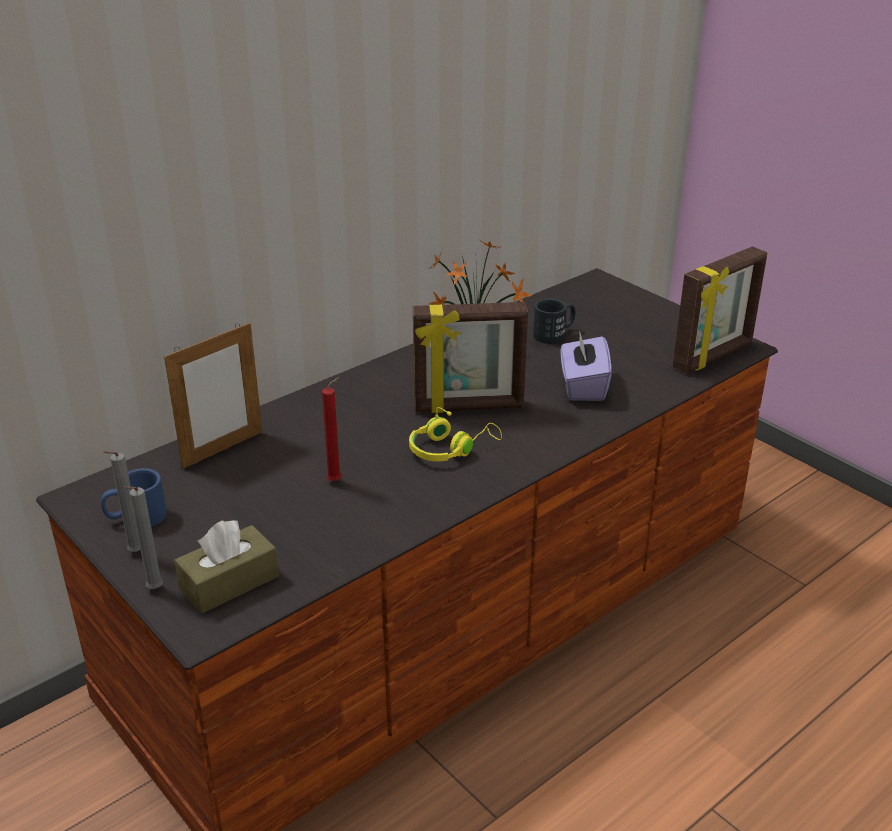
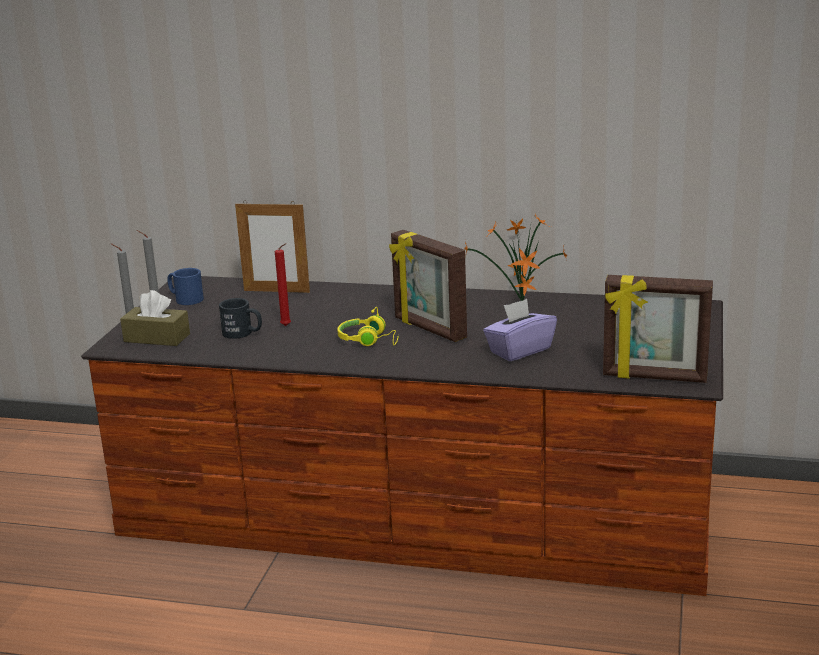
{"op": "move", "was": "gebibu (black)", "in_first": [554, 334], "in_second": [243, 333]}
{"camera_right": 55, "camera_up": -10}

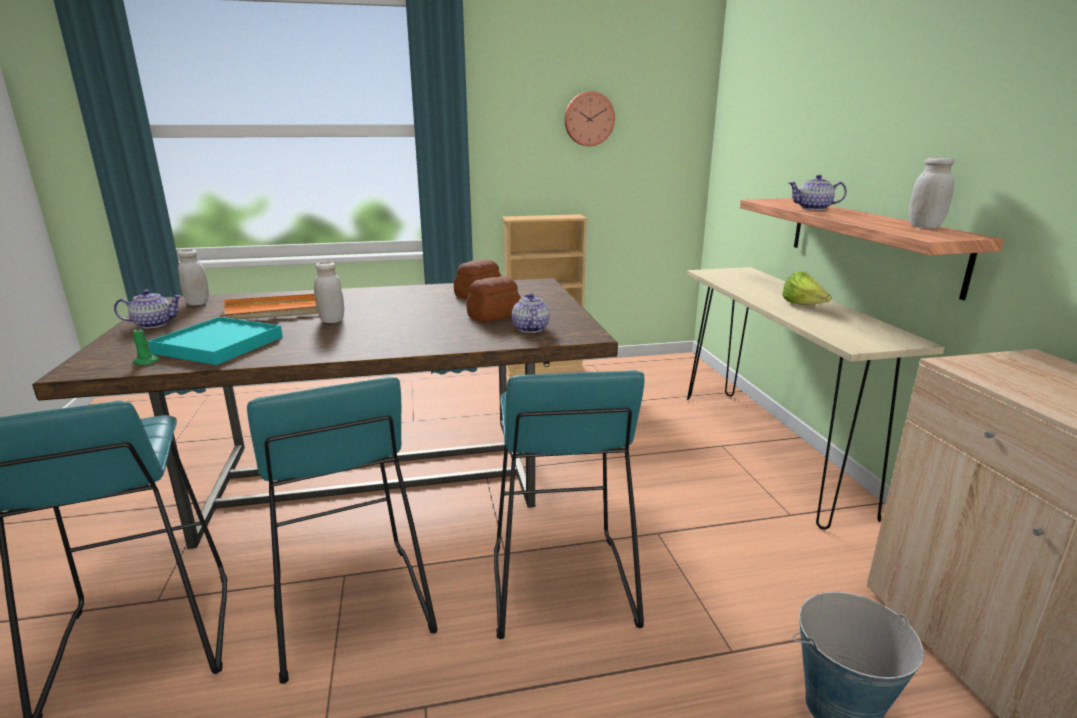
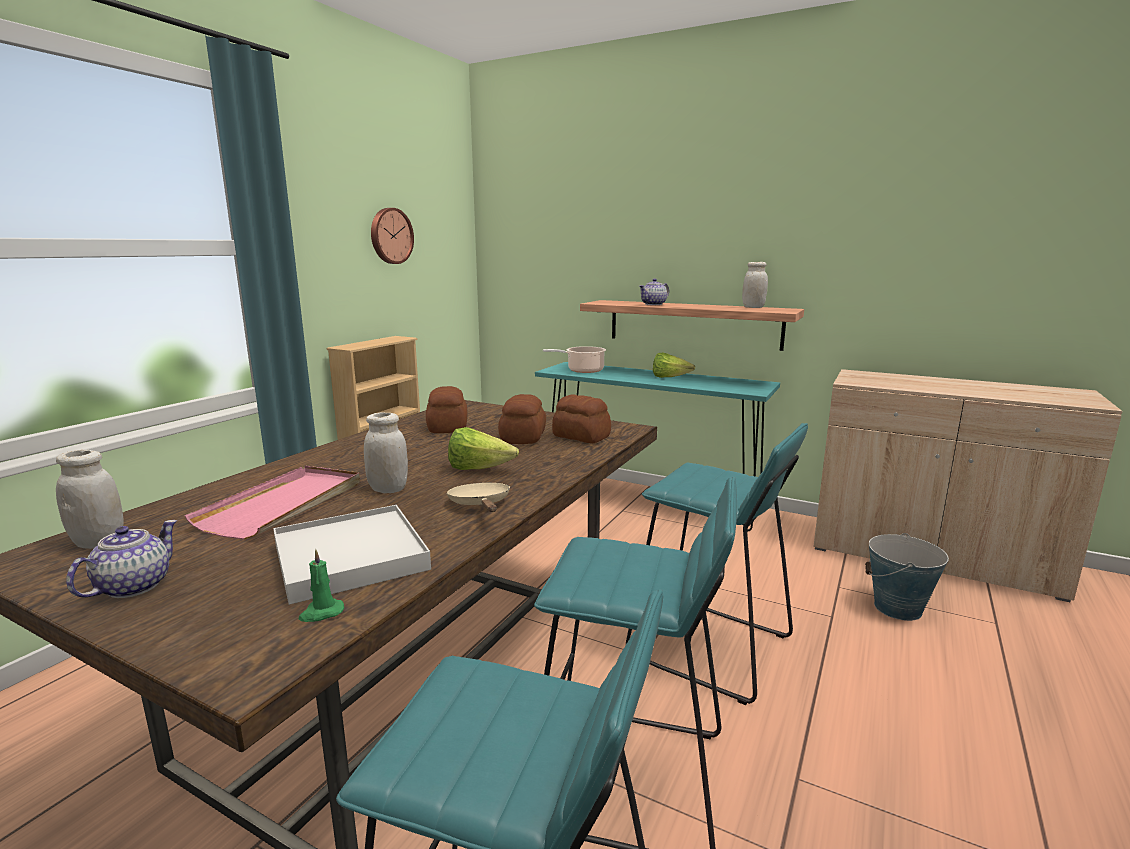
{"op": "recolor", "was": "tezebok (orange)", "now": "tezebok (pink)", "in_first": [279, 311], "in_second": [284, 505]}
{"op": "recolor", "was": "tezebok (turquoise)", "now": "tezebok (white)", "in_first": [218, 345], "in_second": [350, 557]}
{"op": "insert", "now": "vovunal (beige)", "in_second": [480, 504]}
{"op": "insert", "now": "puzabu", "in_second": [479, 469]}
{"op": "recolor", "was": "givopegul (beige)", "now": "givopegul (turquoise)", "in_first": [767, 449], "in_second": [647, 501]}
{"op": "insert", "now": "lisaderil", "in_second": [583, 370]}
{"op": "replace", "was": "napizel", "now": "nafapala", "in_first": [530, 329], "in_second": [581, 437]}
{"camera_right": -50, "camera_up": -5}

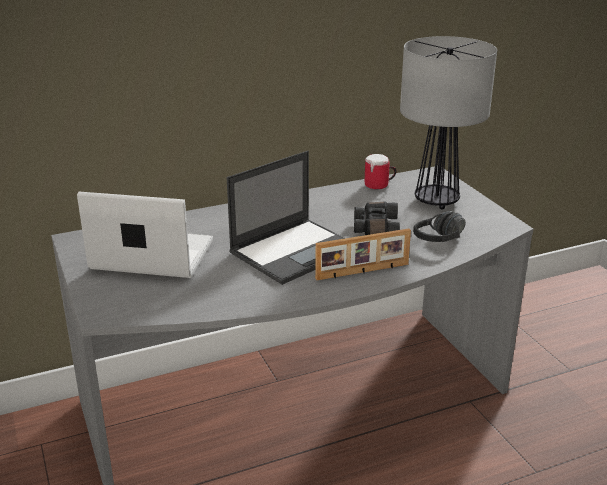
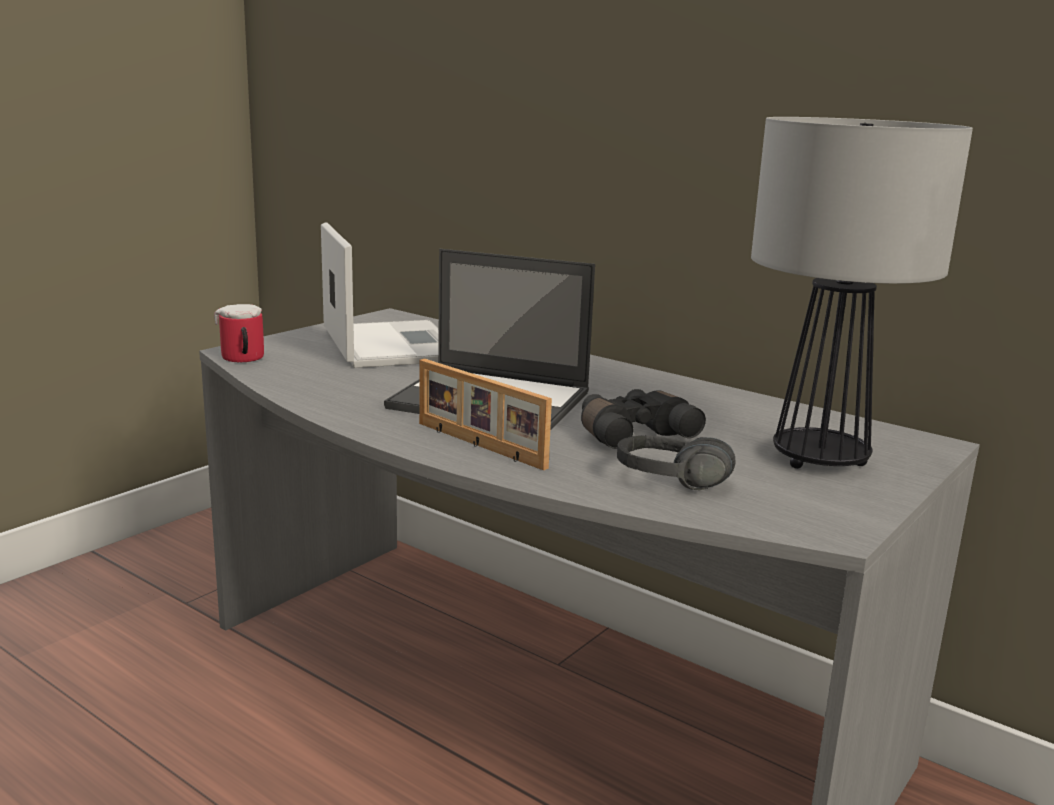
{"op": "move", "was": "gebibu", "in_first": [379, 185], "in_second": [241, 359]}
{"camera_right": 60, "camera_up": -10}

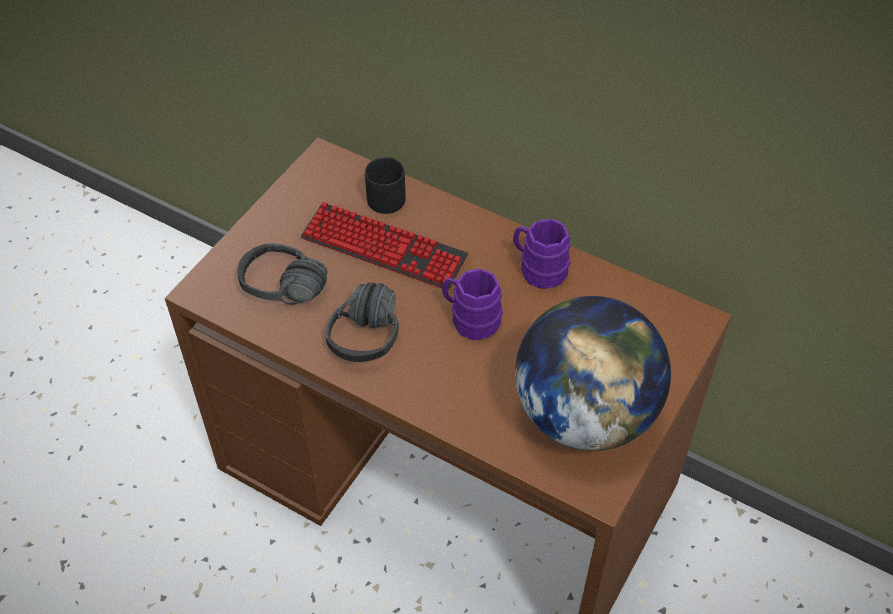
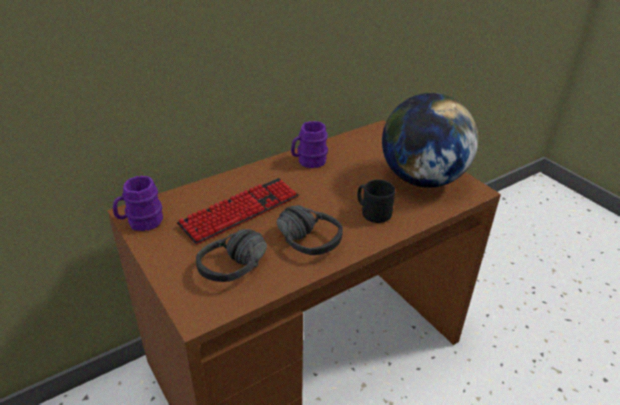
{"op": "move", "was": "gebibu (purple)", "in_first": [470, 319], "in_second": [141, 222]}
{"op": "move", "was": "gebibu (black)", "in_first": [387, 196], "in_second": [373, 212]}
{"camera_right": -65, "camera_up": -15}

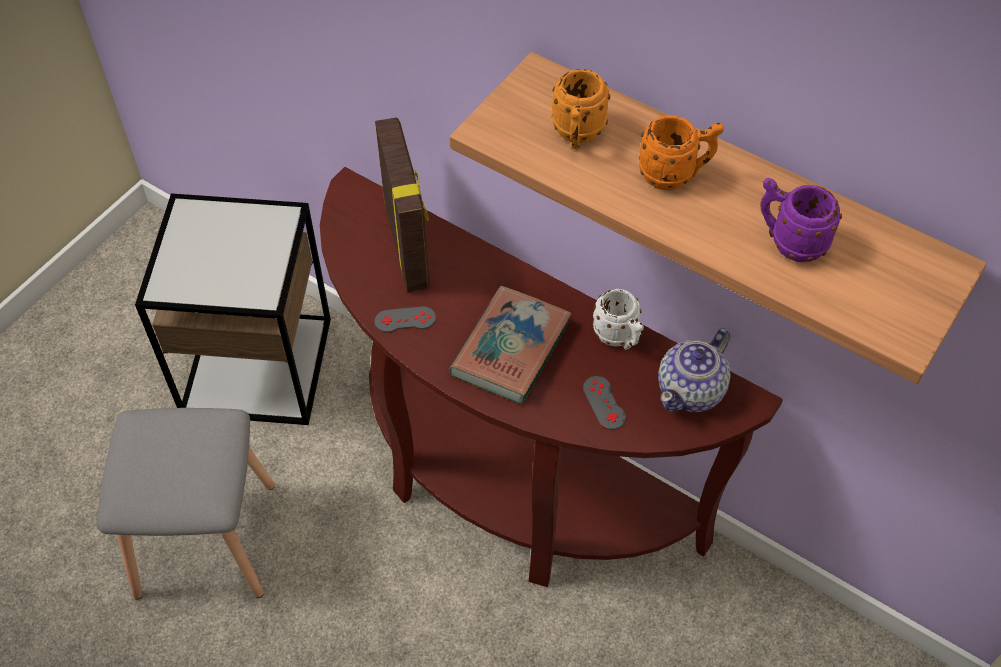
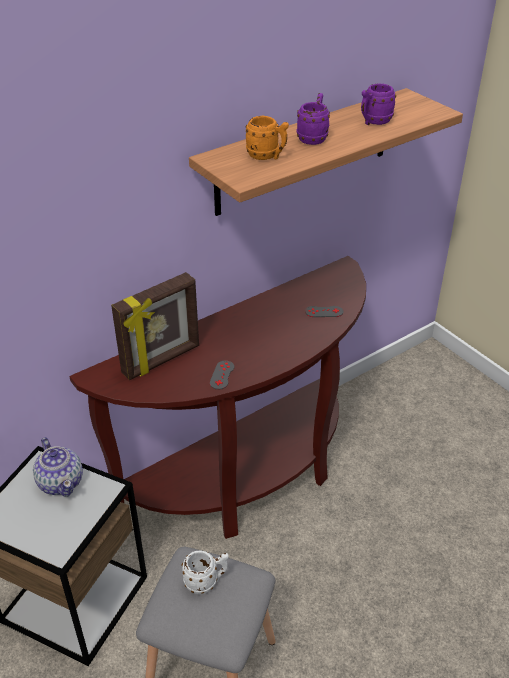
{"op": "move", "was": "napizel", "in_first": [691, 390], "in_second": [61, 481]}
{"op": "rotate", "was": "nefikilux", "in_first": [408, 245], "in_second": [162, 360], "clockwise": 135}
{"op": "move", "was": "gebibu (white)", "in_first": [619, 338], "in_second": [206, 582]}
{"op": "recolor", "was": "gebibu (orange)", "now": "gebibu (purple)", "in_first": [675, 175], "in_second": [313, 138]}
{"op": "delete", "was": "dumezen", "in_first": [510, 349]}
{"camera_right": -70, "camera_up": -15}

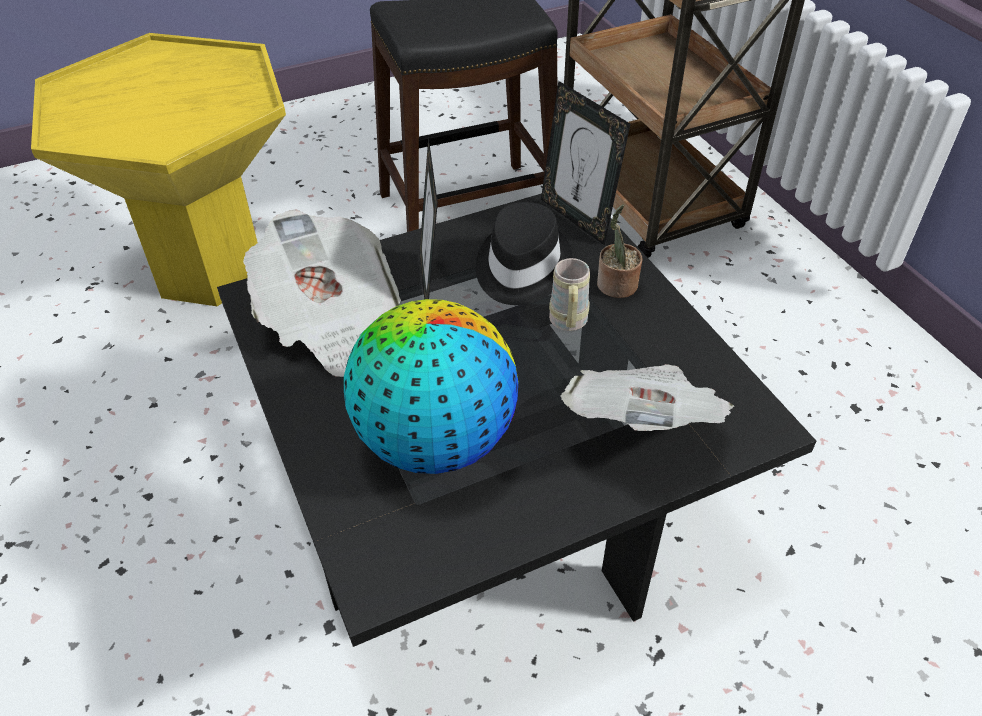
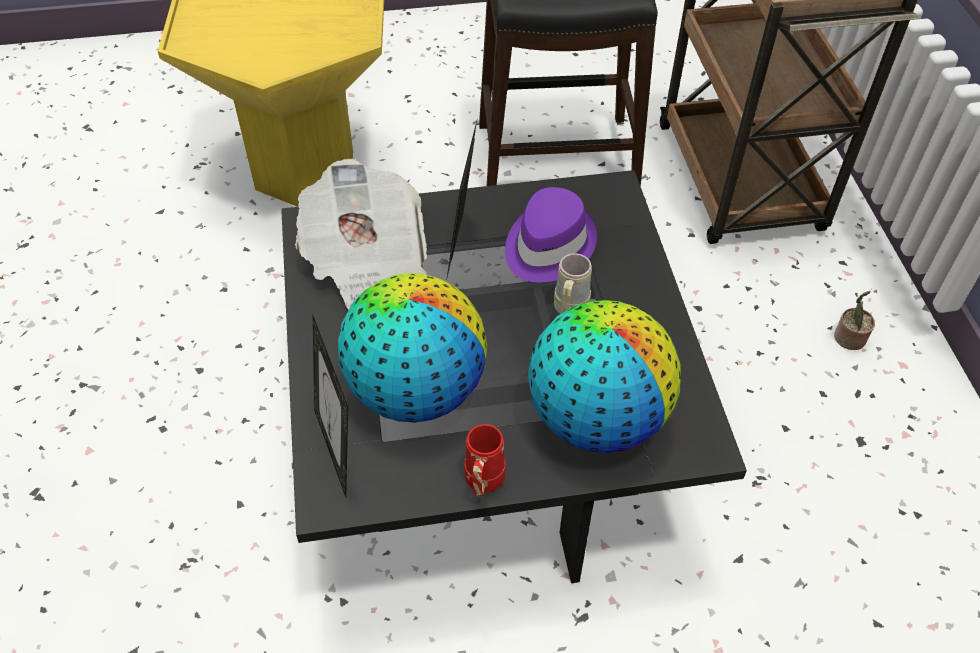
{"op": "move", "was": "nefikilux", "in_first": [577, 218], "in_second": [338, 450]}
{"op": "insert", "now": "gebibu (red)", "in_second": [482, 483]}
{"op": "recolor", "was": "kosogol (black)", "now": "kosogol (purple)", "in_first": [521, 267], "in_second": [547, 246]}
{"op": "replace", "was": "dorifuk", "now": "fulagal", "in_first": [641, 423], "in_second": [597, 417]}
{"op": "move", "was": "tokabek", "in_first": [616, 286], "in_second": [848, 339]}
{"camera_right": 15, "camera_up": 5}

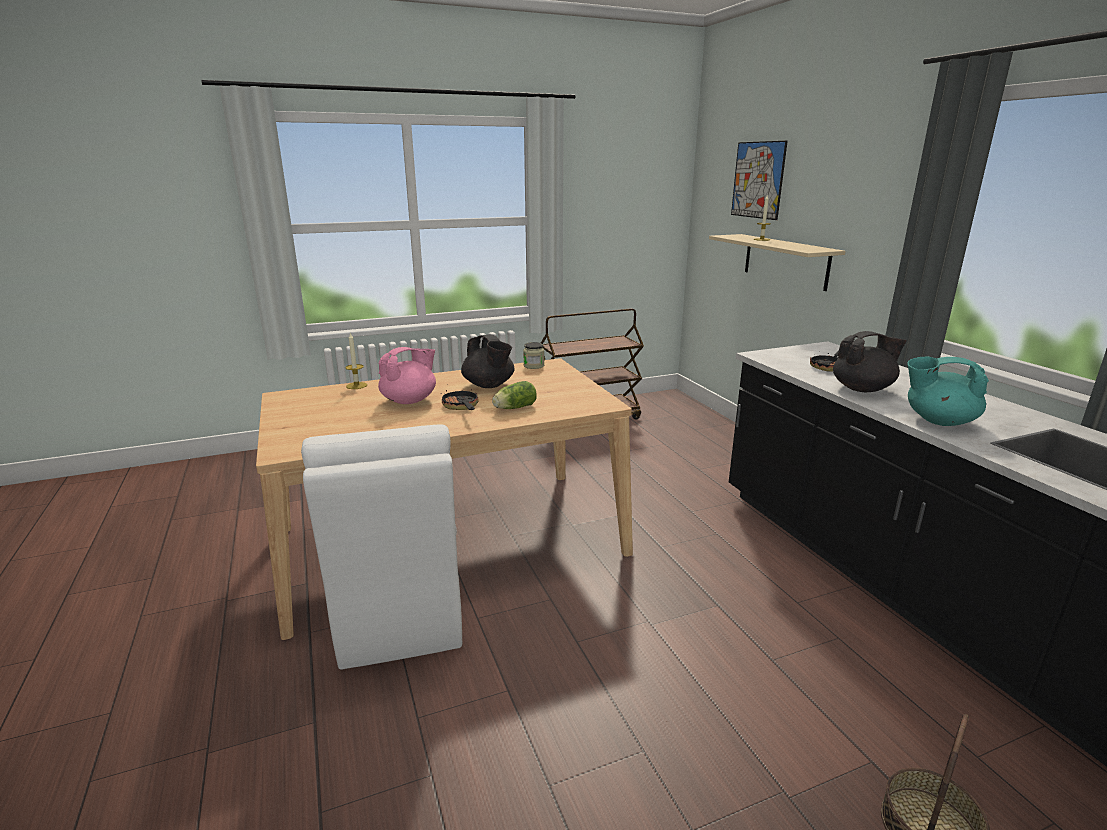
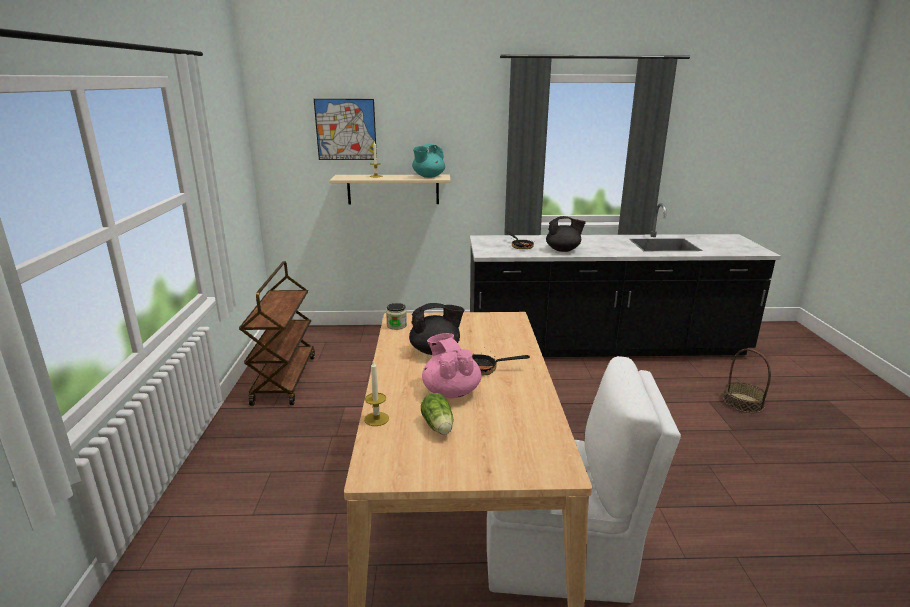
{"op": "move", "was": "napizel (turquoise)", "in_first": [938, 421], "in_second": [428, 176]}
{"op": "move", "was": "puzabu", "in_first": [513, 408], "in_second": [438, 427]}
{"op": "rotate", "was": "napizel (black)", "in_first": [863, 389], "in_second": [563, 250], "clockwise": 75}
{"camera_right": -70, "camera_up": 0}

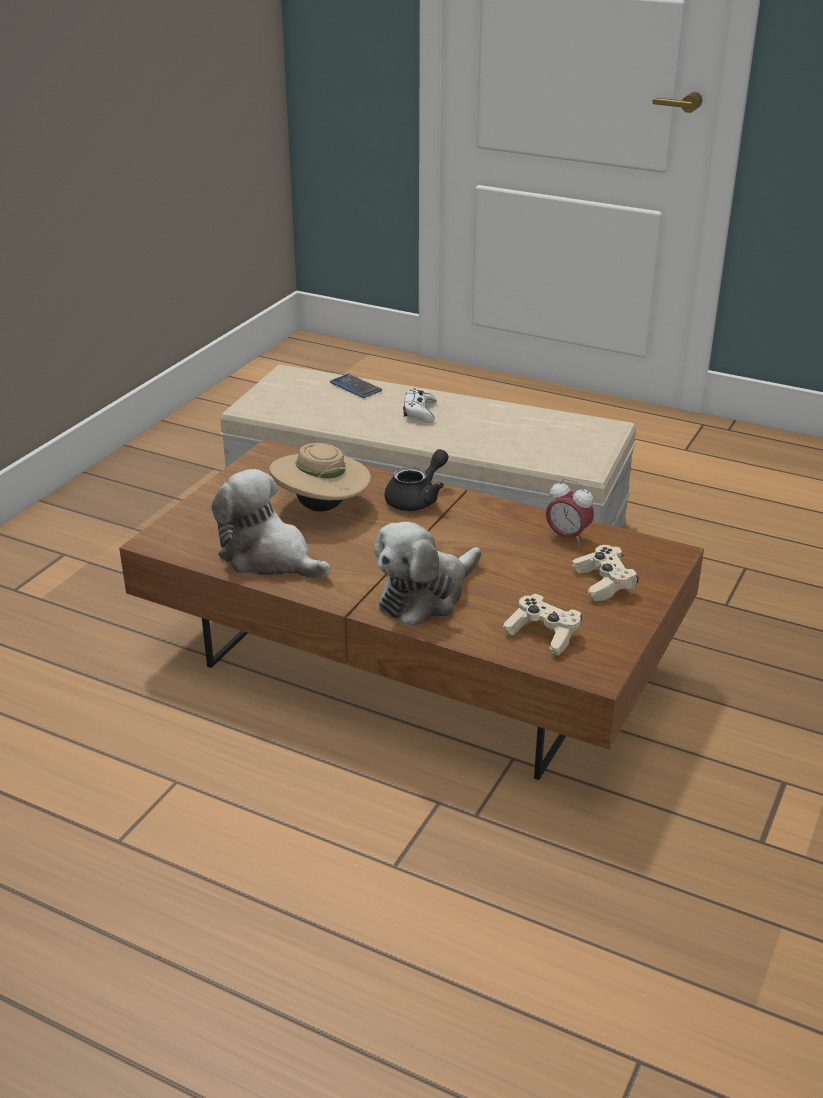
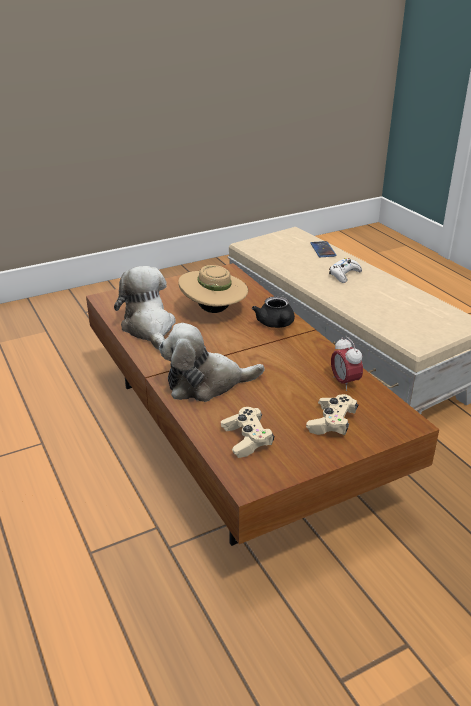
{"op": "rotate", "was": "napizel (black)", "in_first": [417, 499], "in_second": [276, 324], "clockwise": 90}
{"camera_right": 35, "camera_up": 0}

